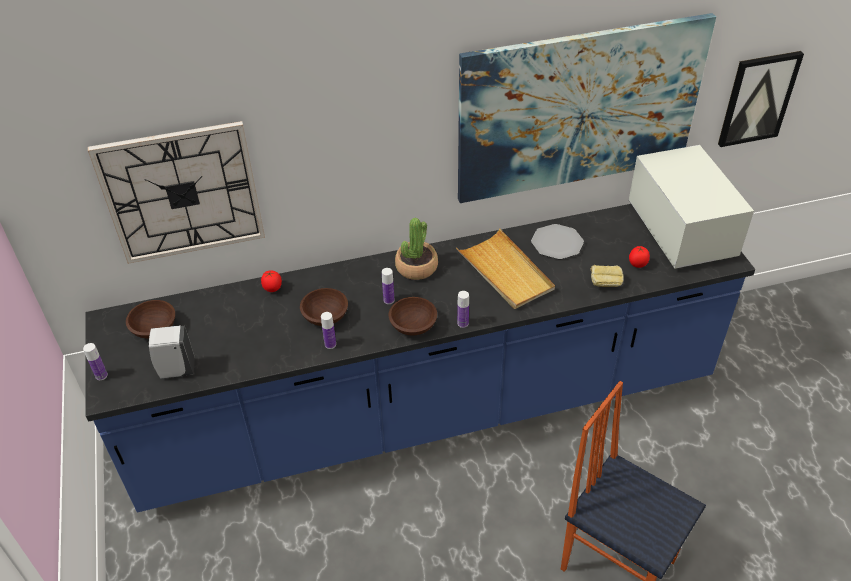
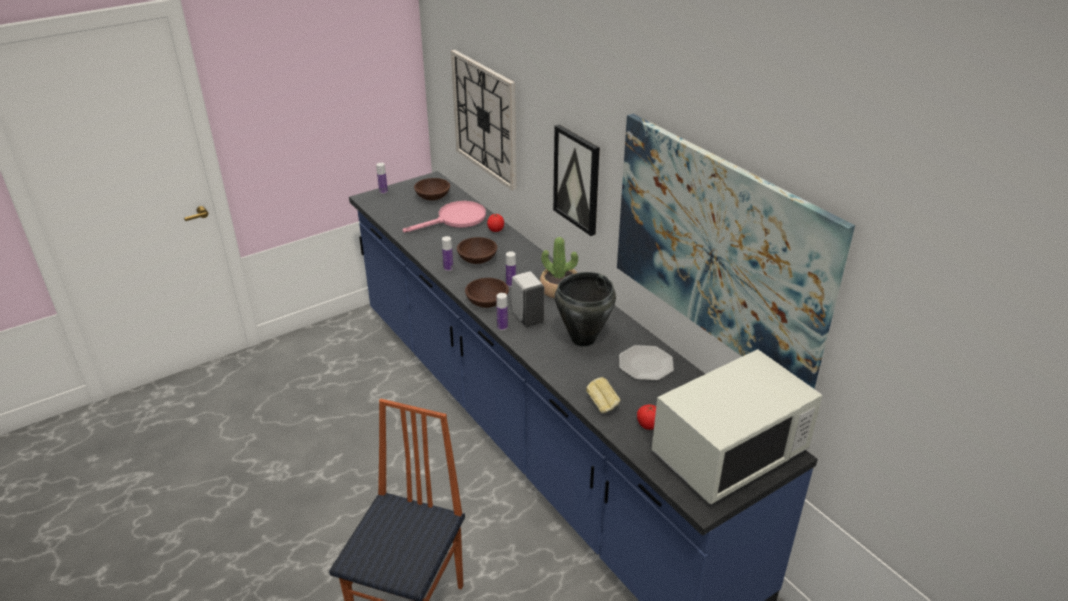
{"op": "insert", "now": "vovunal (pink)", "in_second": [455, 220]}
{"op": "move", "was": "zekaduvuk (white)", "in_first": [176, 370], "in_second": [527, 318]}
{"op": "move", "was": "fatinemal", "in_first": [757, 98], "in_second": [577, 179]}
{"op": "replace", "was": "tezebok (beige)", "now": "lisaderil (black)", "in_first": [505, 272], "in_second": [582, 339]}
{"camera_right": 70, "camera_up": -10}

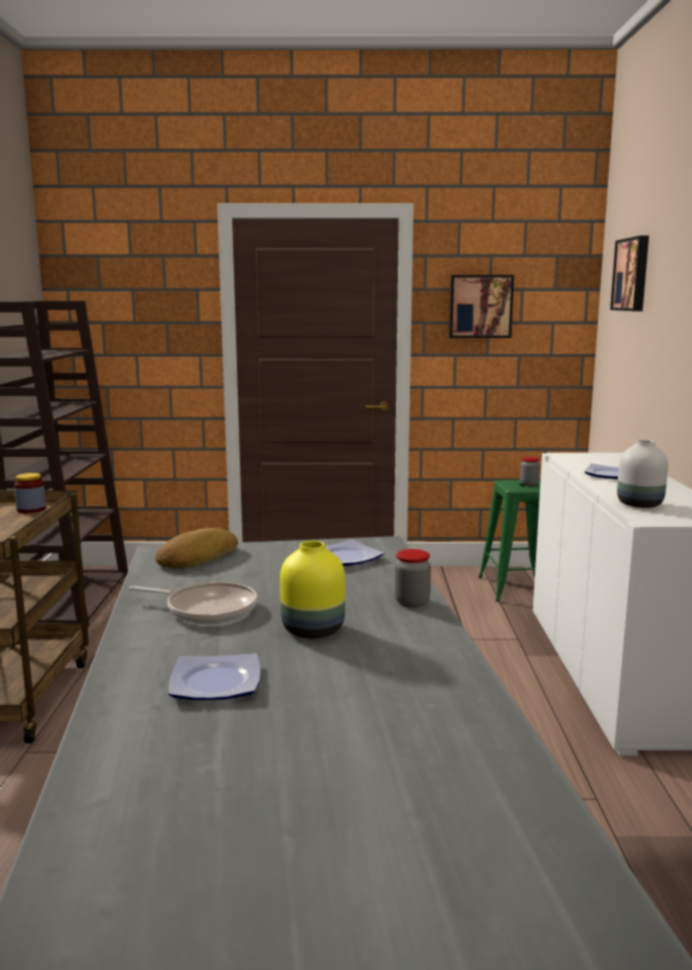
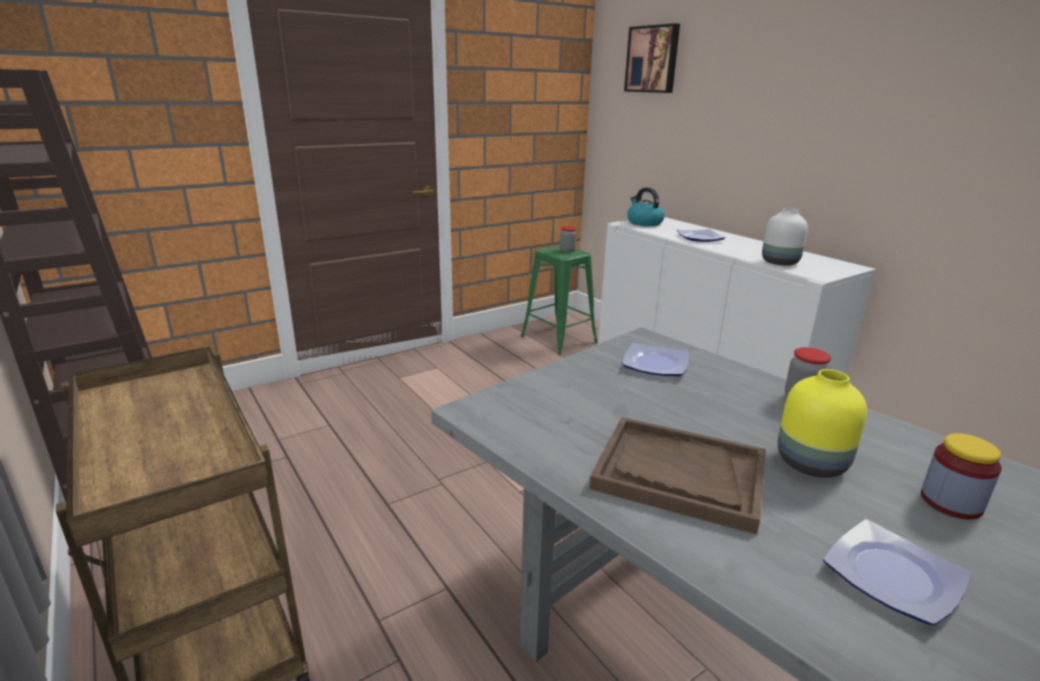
{"op": "replace", "was": "vovunal", "now": "tezebok (brown)", "in_first": [207, 609], "in_second": [679, 474]}
{"op": "insert", "now": "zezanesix", "in_second": [644, 223]}
{"op": "move", "was": "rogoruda", "in_first": [31, 509], "in_second": [951, 502]}
{"op": "delete", "was": "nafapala", "in_first": [196, 557]}
{"op": "delete", "was": "fatinemal", "in_first": [480, 306]}
{"camera_right": -35, "camera_up": 10}

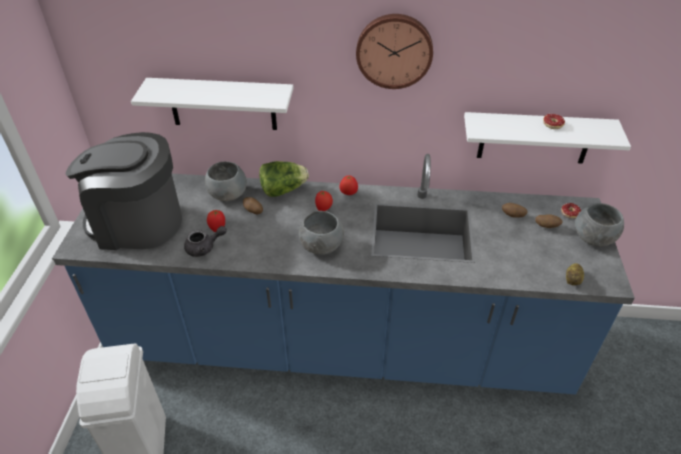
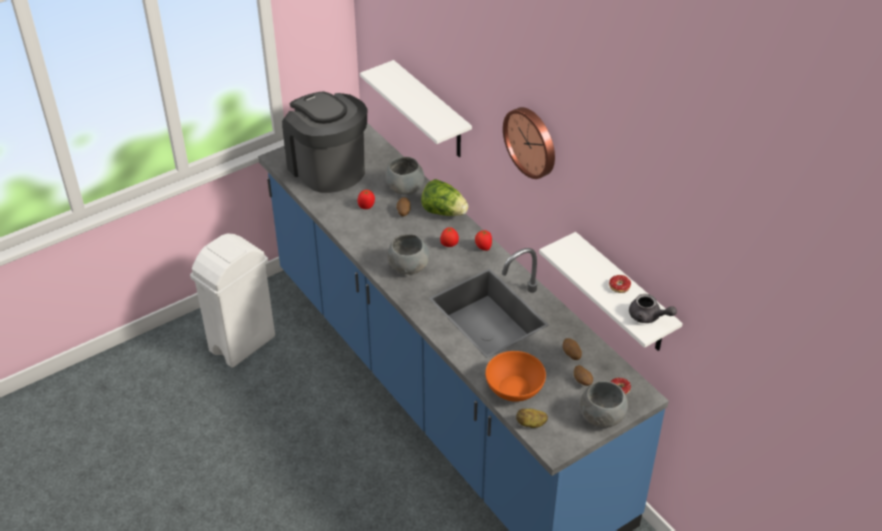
{"op": "insert", "now": "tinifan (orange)", "in_second": [514, 388]}
{"op": "move", "was": "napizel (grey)", "in_first": [204, 248], "in_second": [648, 317]}
{"camera_right": 50, "camera_up": 0}

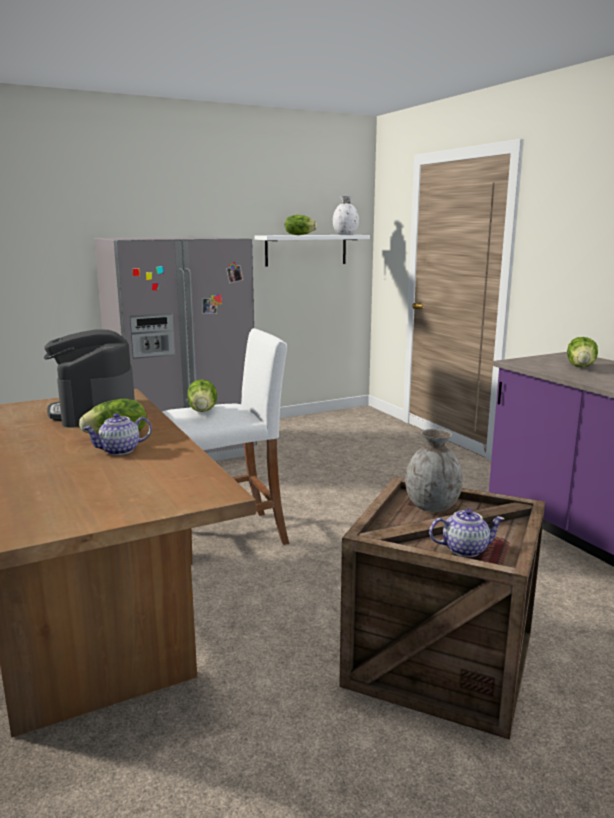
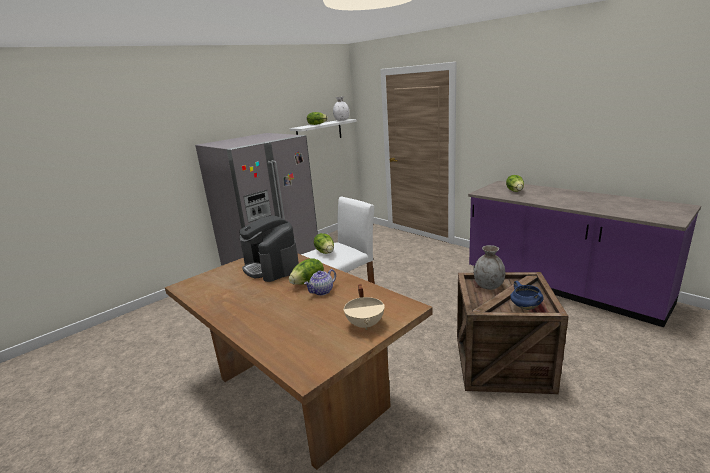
{"op": "insert", "now": "lisaderil (beige)", "in_second": [366, 324]}
{"op": "replace", "was": "napizel", "now": "lisaderil (blue)", "in_first": [465, 549], "in_second": [525, 307]}
{"camera_right": -15, "camera_up": 5}

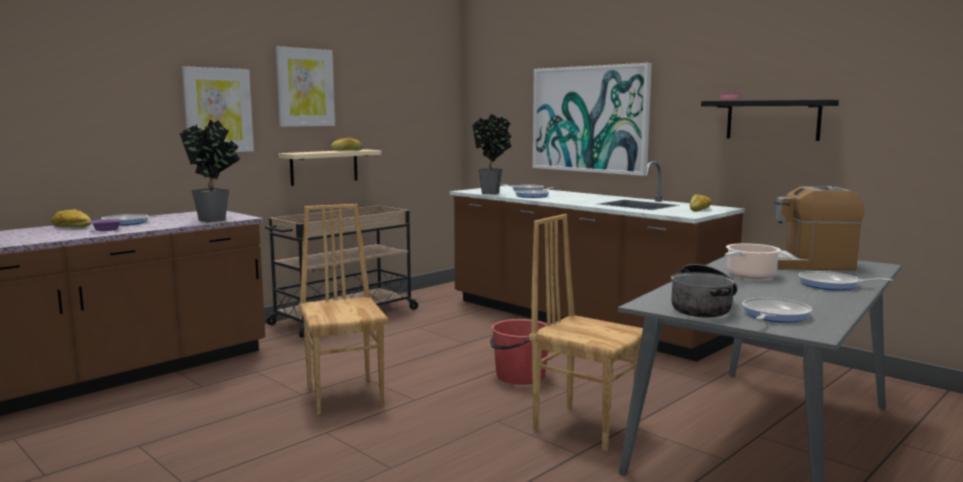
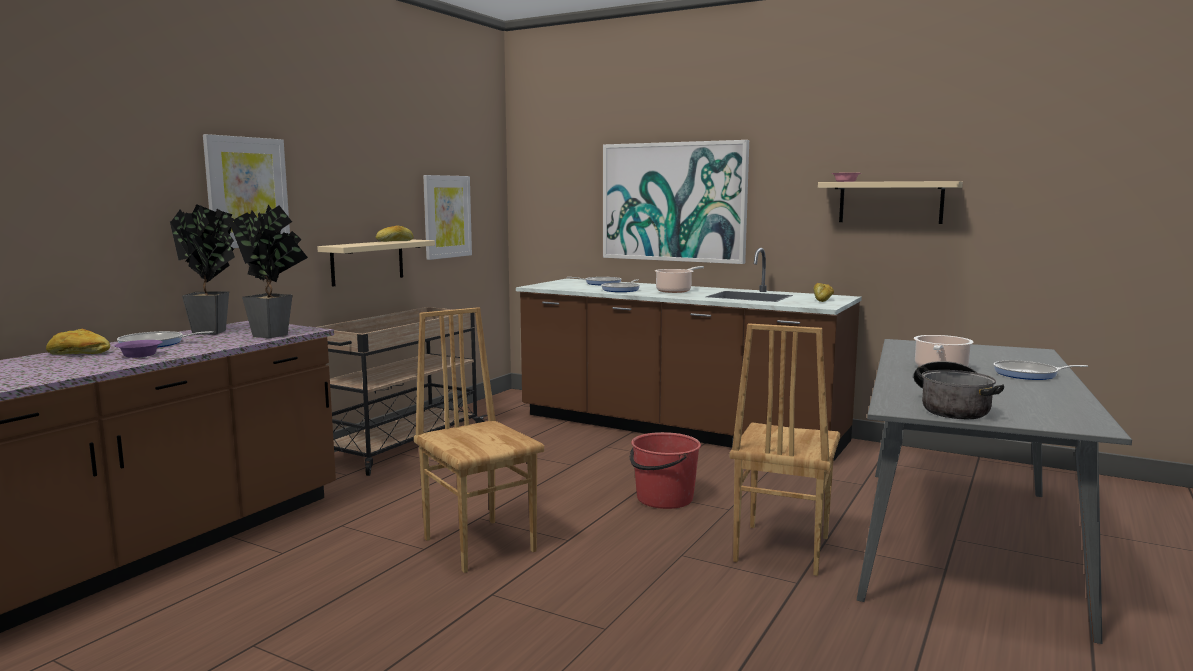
{"op": "move", "was": "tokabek", "in_first": [493, 193], "in_second": [213, 332]}
{"op": "move", "was": "fatinemal", "in_first": [305, 87], "in_second": [447, 216]}
{"op": "insert", "now": "lisaderil", "in_second": [675, 291]}
{"op": "rotate", "was": "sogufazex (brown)", "in_first": [585, 426], "in_second": [779, 549], "clockwise": -90}
{"op": "recolor", "was": "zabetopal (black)", "now": "zabetopal (beige)", "in_first": [772, 120], "in_second": [890, 202]}
{"op": "delete", "was": "vovunal", "in_first": [774, 315]}
{"op": "delete", "was": "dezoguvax", "in_first": [805, 264]}
{"camera_right": -15, "camera_up": 0}

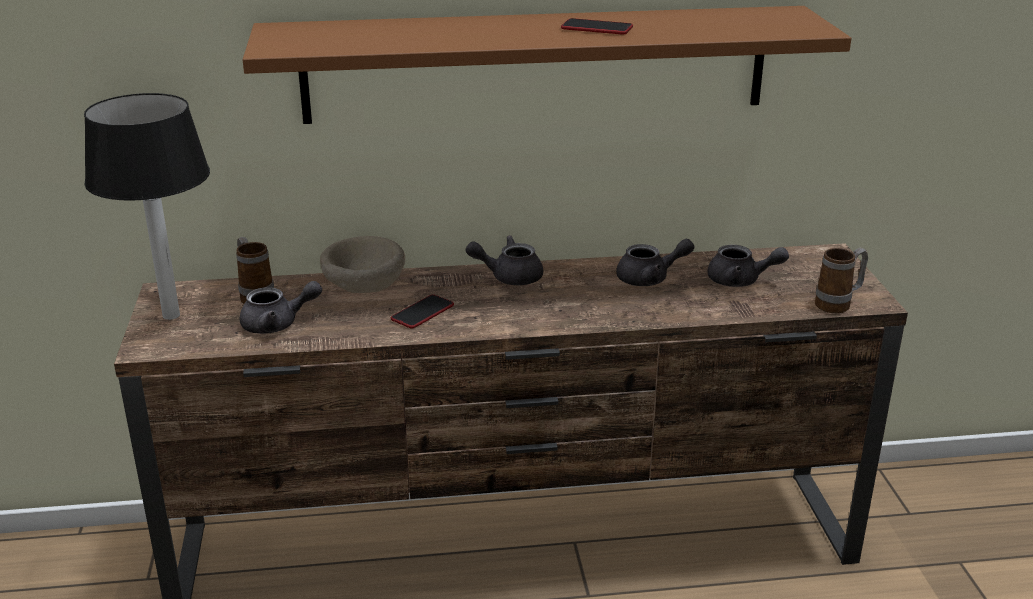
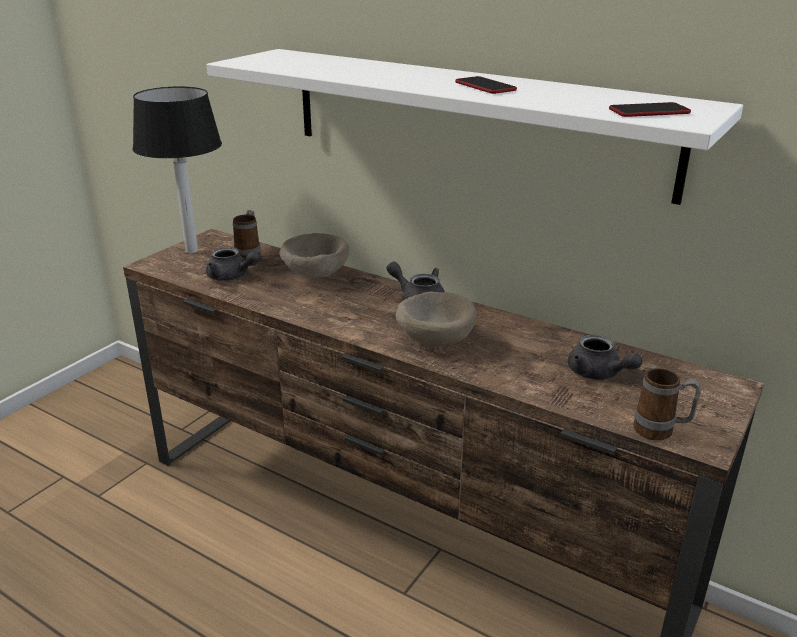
{"op": "recolor", "was": "zabetopal (brown)", "now": "zabetopal (white)", "in_first": [536, 64], "in_second": [471, 119]}
{"op": "insert", "now": "tinifan (beige)", "in_second": [435, 339]}
{"op": "move", "was": "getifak", "in_first": [422, 313], "in_second": [649, 112]}
{"op": "delete", "was": "napizel (grey)", "in_first": [650, 278]}
{"camera_right": 40, "camera_up": 0}

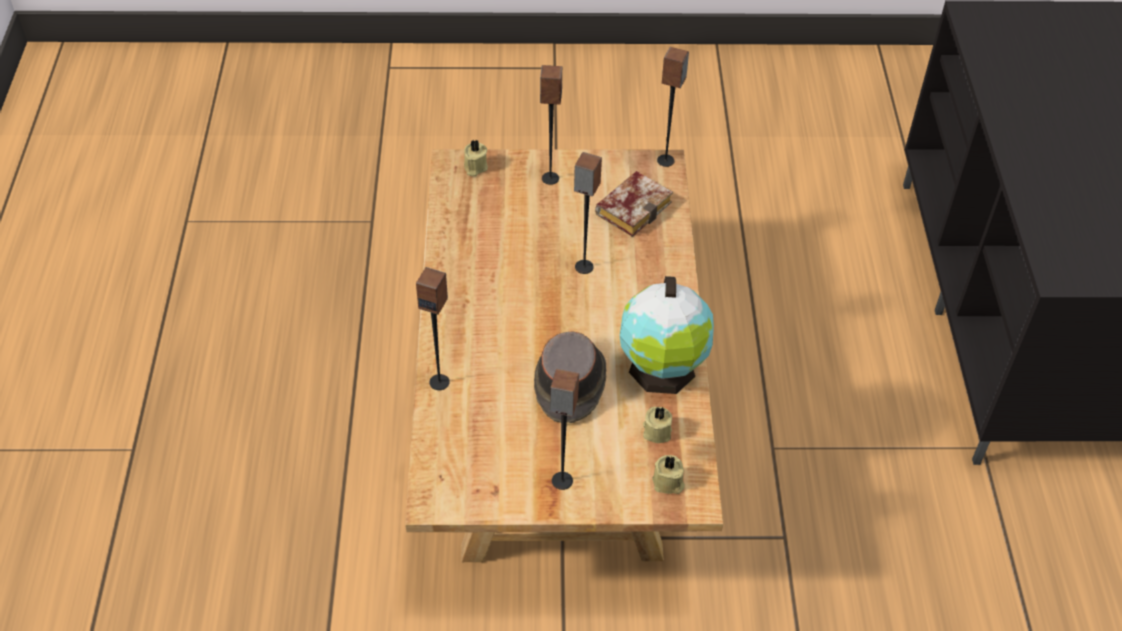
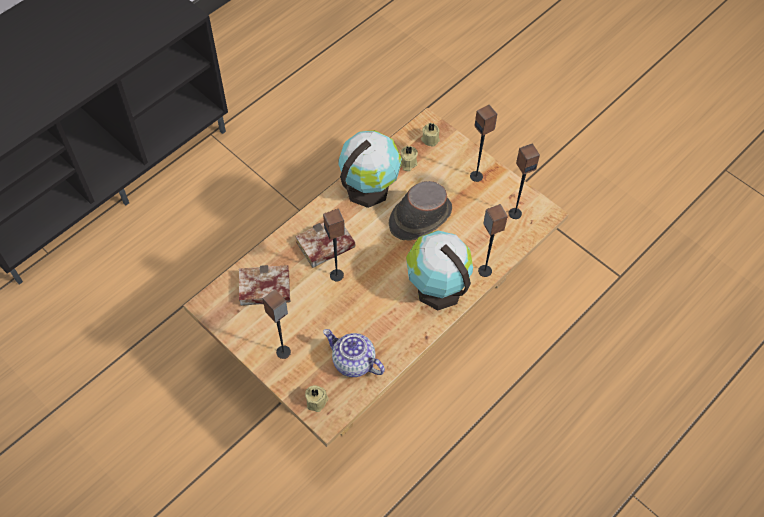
{"op": "insert", "now": "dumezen", "in_second": [324, 247]}
{"op": "insert", "now": "napizel", "in_second": [353, 362]}
{"op": "insert", "now": "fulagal", "in_second": [436, 287]}
{"op": "move", "was": "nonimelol", "in_first": [666, 161], "in_second": [515, 213]}
{"camera_right": -135, "camera_up": 10}

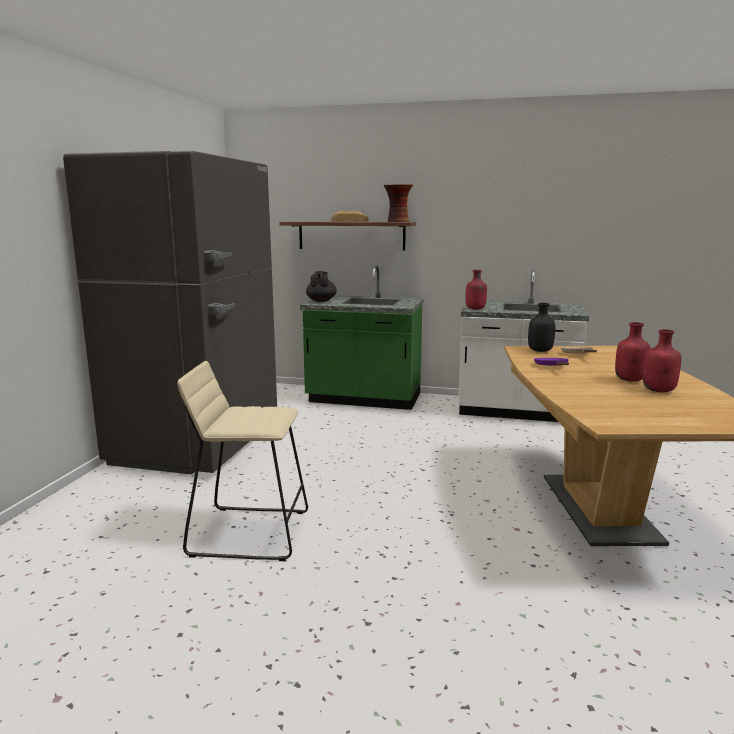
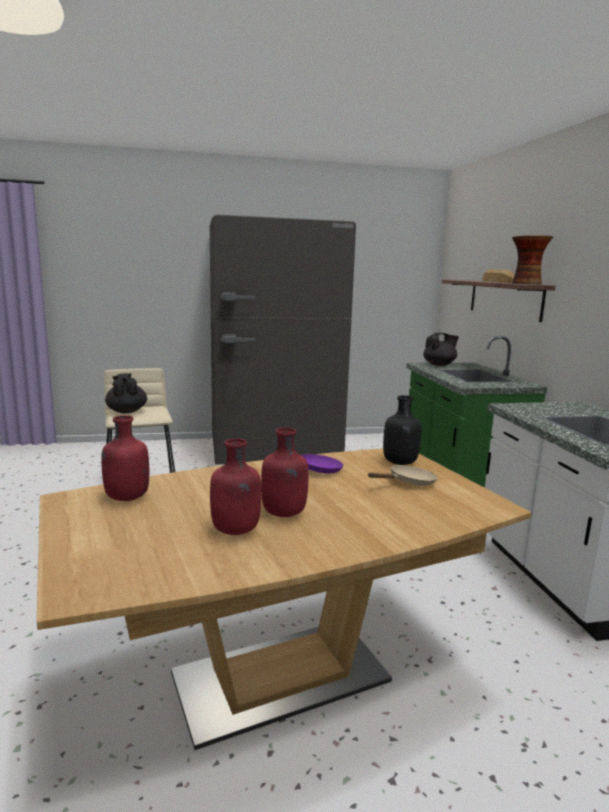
{"op": "move", "was": "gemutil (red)", "in_first": [475, 309], "in_second": [126, 497]}
{"op": "insert", "now": "napizel (black)", "in_second": [126, 411]}
{"camera_right": 65, "camera_up": 0}

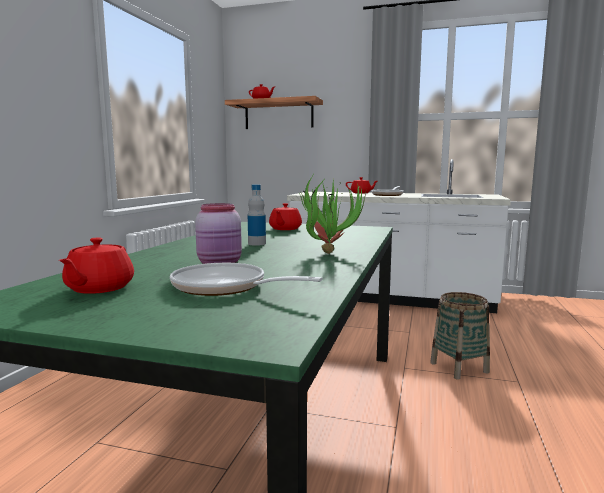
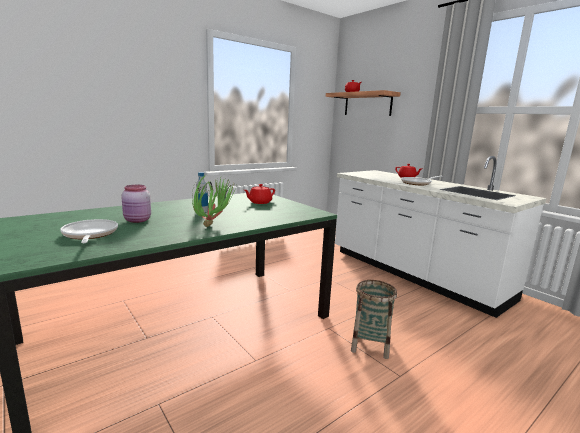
{"op": "delete", "was": "napizel (red)", "in_first": [98, 288]}
{"camera_right": 35, "camera_up": 5}

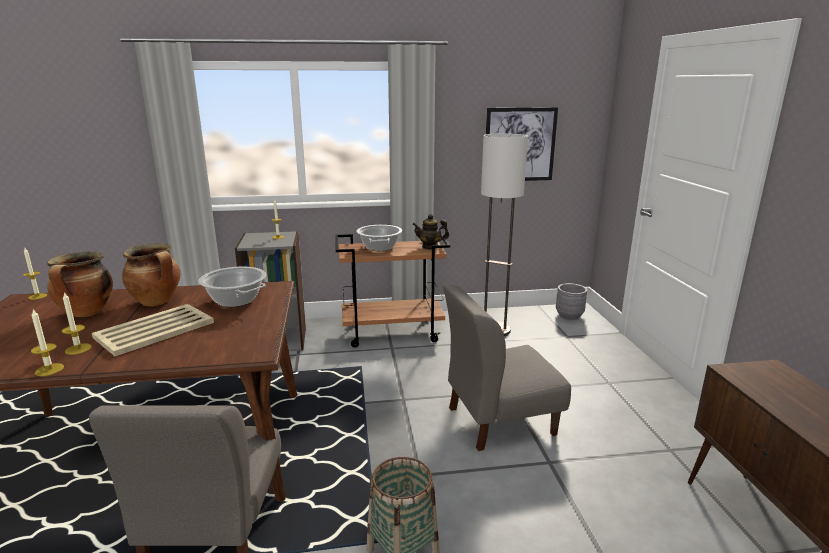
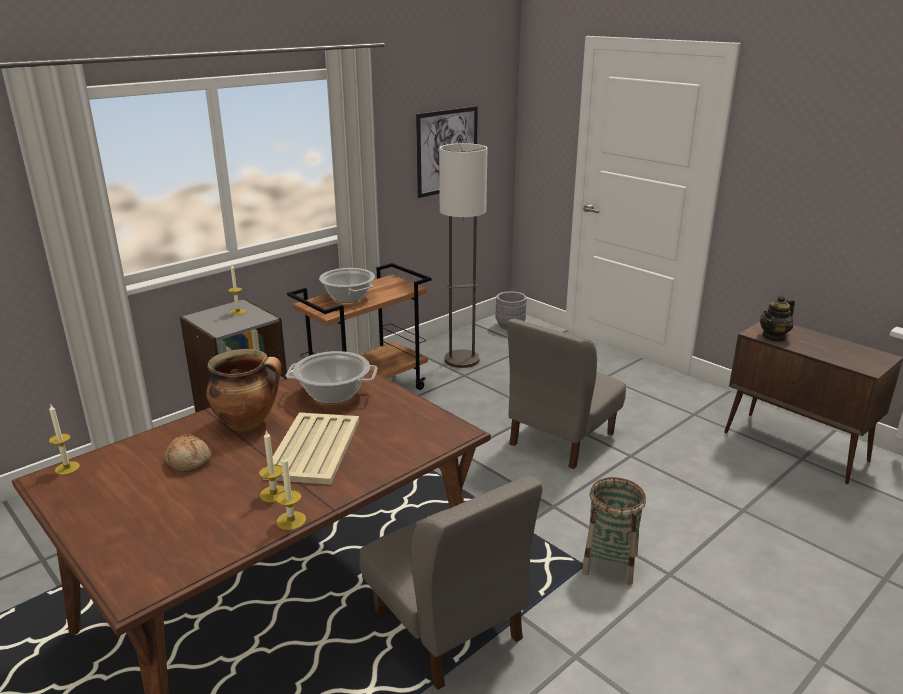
{"op": "replace", "was": "lisaderil", "now": "nafapala", "in_first": [87, 313], "in_second": [189, 461]}
{"op": "move", "was": "napizel", "in_first": [430, 247], "in_second": [774, 337]}
{"camera_right": -35, "camera_up": 5}

